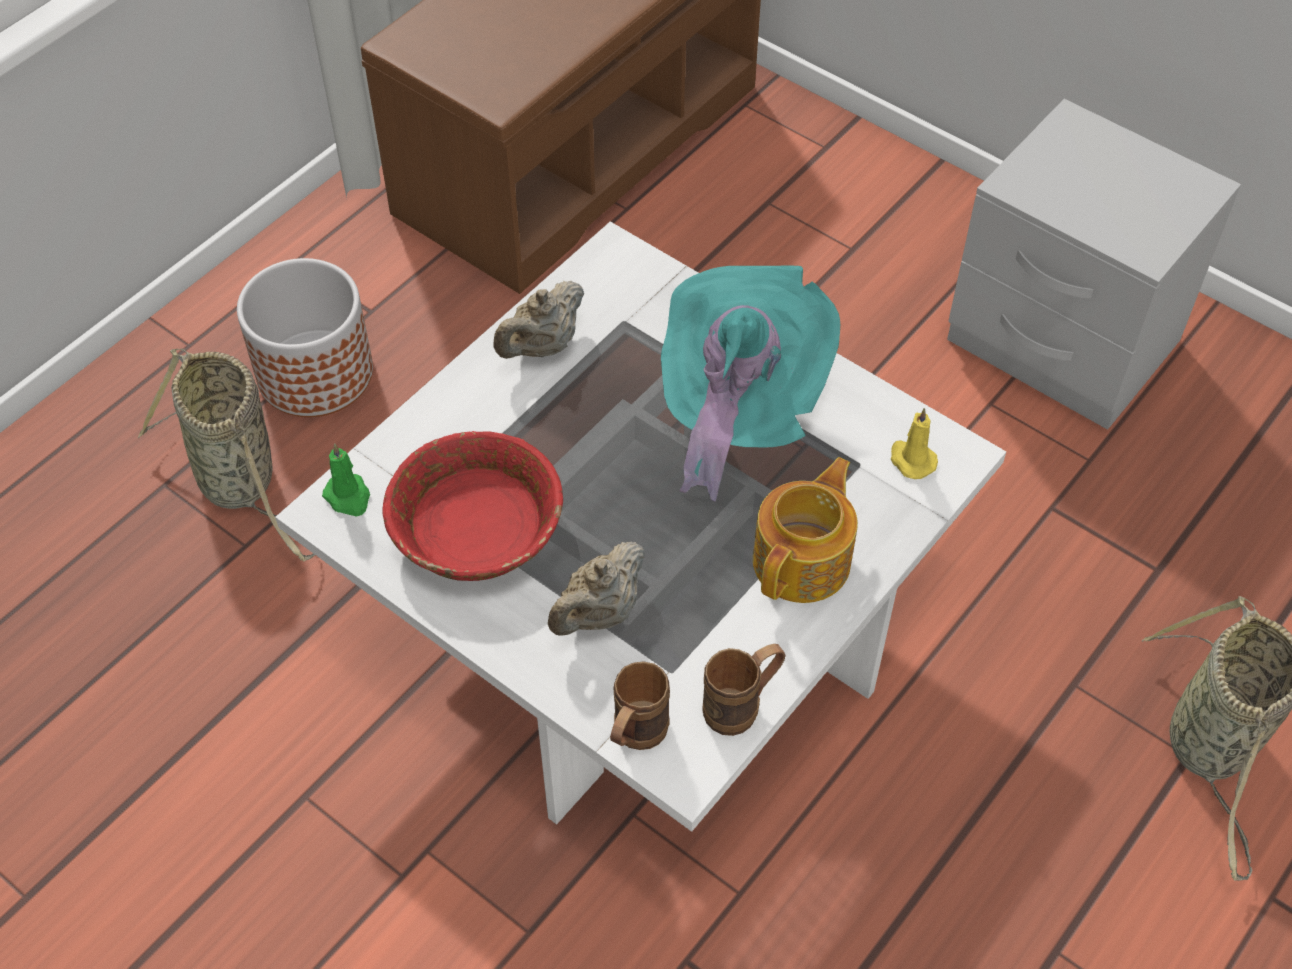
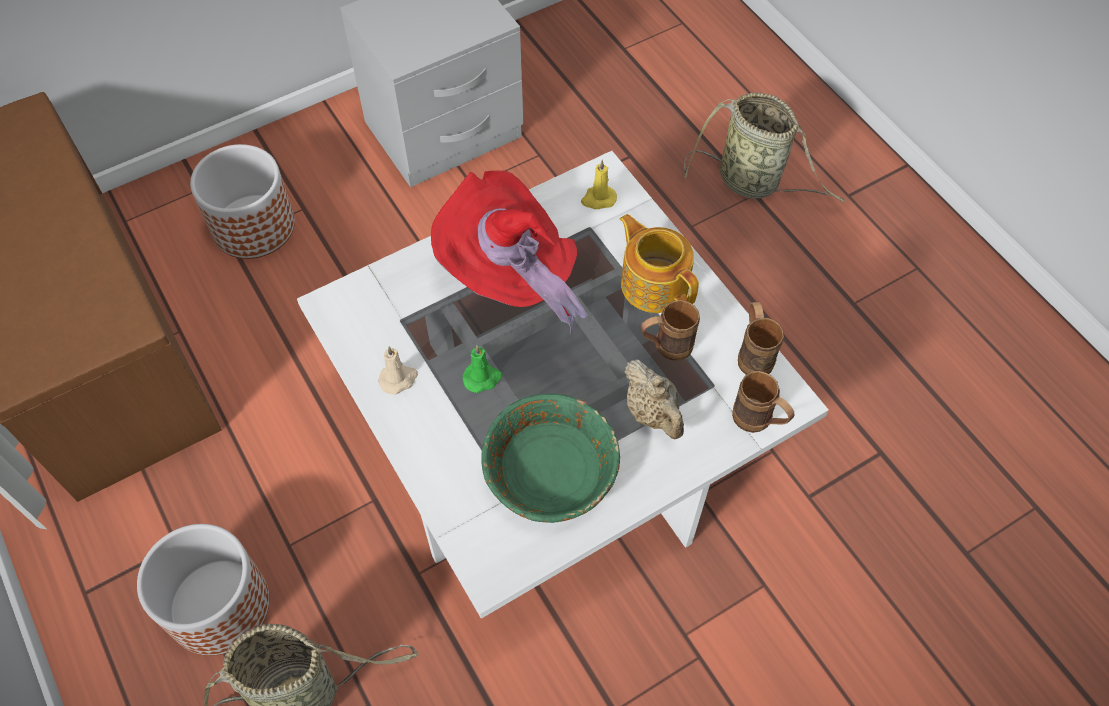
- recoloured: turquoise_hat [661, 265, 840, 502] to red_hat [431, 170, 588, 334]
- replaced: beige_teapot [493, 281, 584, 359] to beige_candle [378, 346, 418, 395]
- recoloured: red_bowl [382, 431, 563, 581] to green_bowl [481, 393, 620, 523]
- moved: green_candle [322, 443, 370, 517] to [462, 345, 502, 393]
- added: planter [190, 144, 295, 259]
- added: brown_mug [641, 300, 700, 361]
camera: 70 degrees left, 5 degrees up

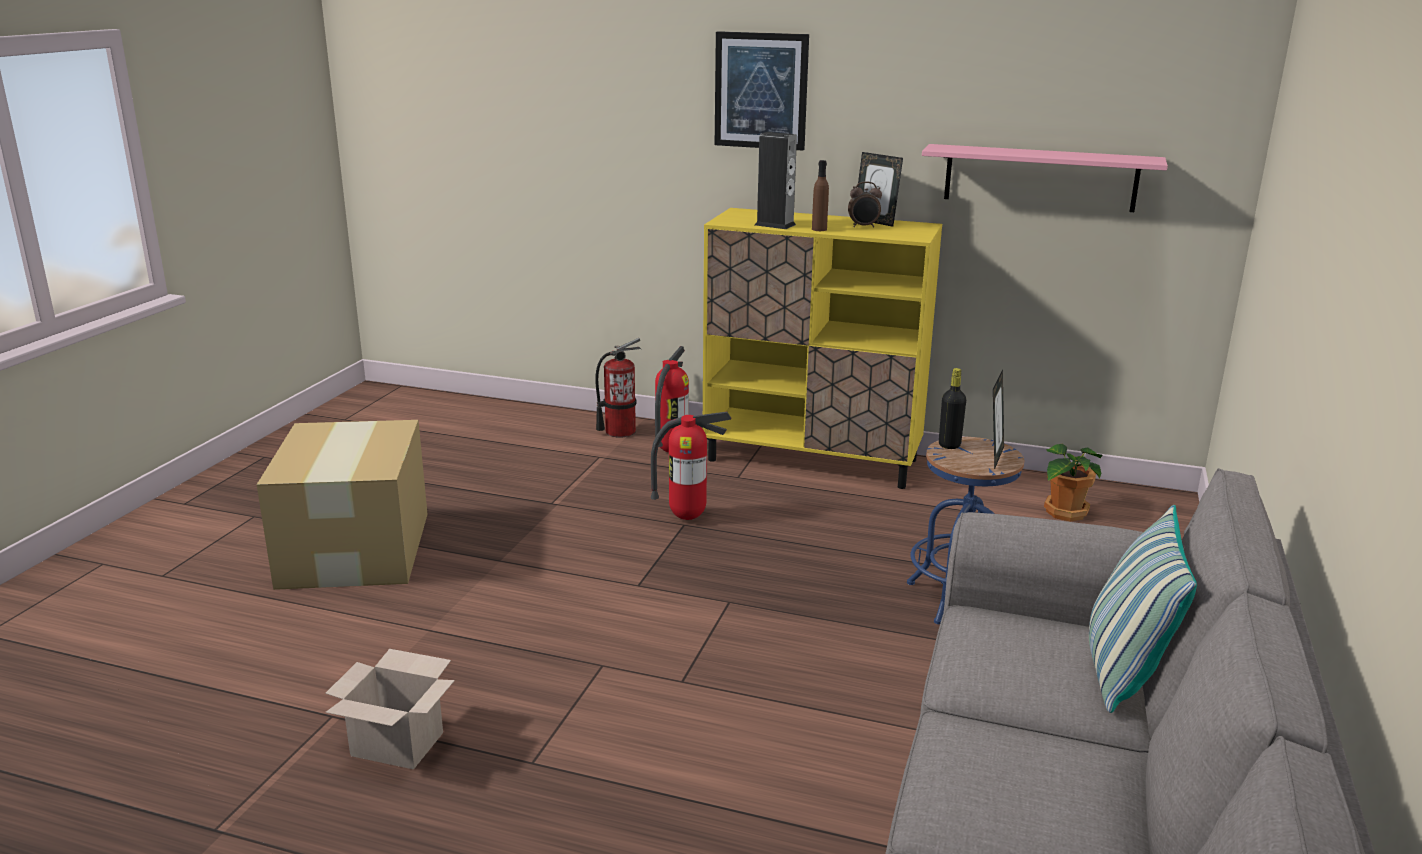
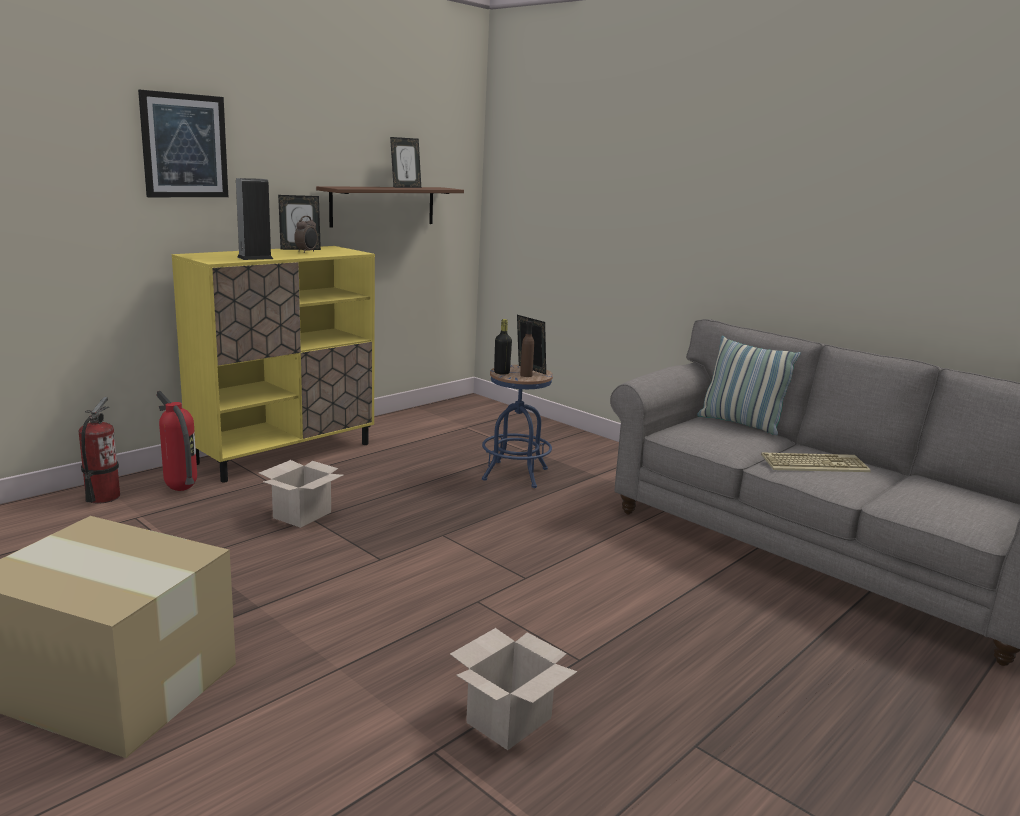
- recoloured: pink_shelf [922, 144, 1168, 212] to brown_shelf [316, 186, 464, 227]
- moved: brown_bottle [812, 160, 829, 231] to [520, 321, 534, 377]
- replaced: fire_extinguisher [651, 411, 731, 520] to cardboard_box [259, 460, 343, 528]
- removed: potted_plant [1044, 444, 1103, 521]
- added: picture_frame [390, 137, 421, 188]
- added: keyboard [761, 453, 871, 472]
camera: 65 degrees left, 5 degrees down

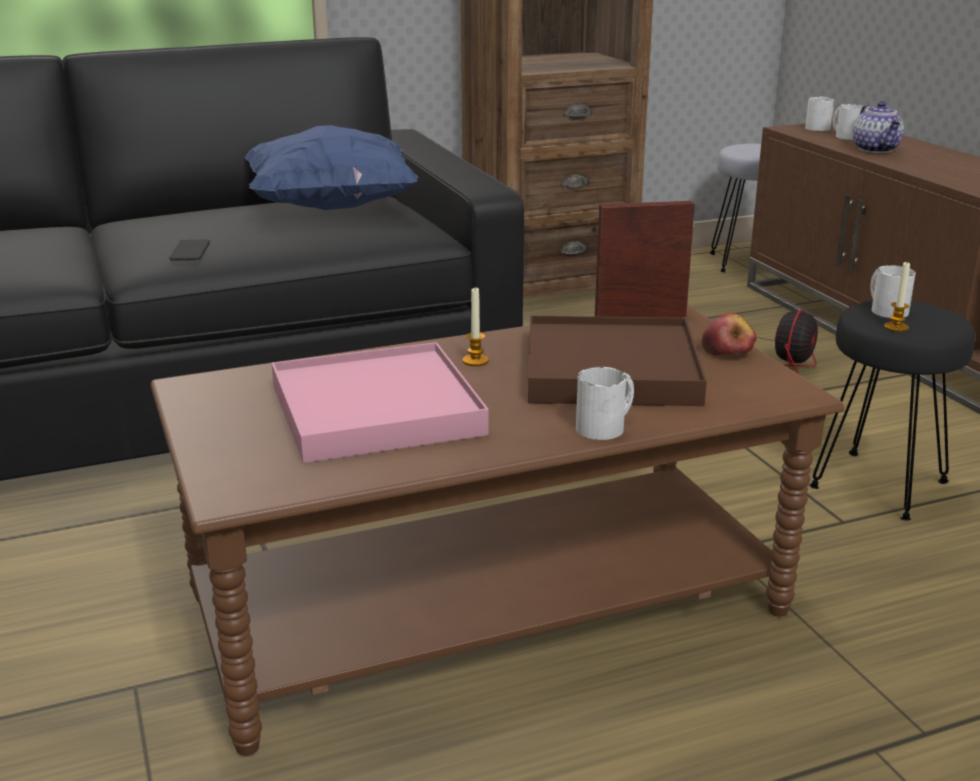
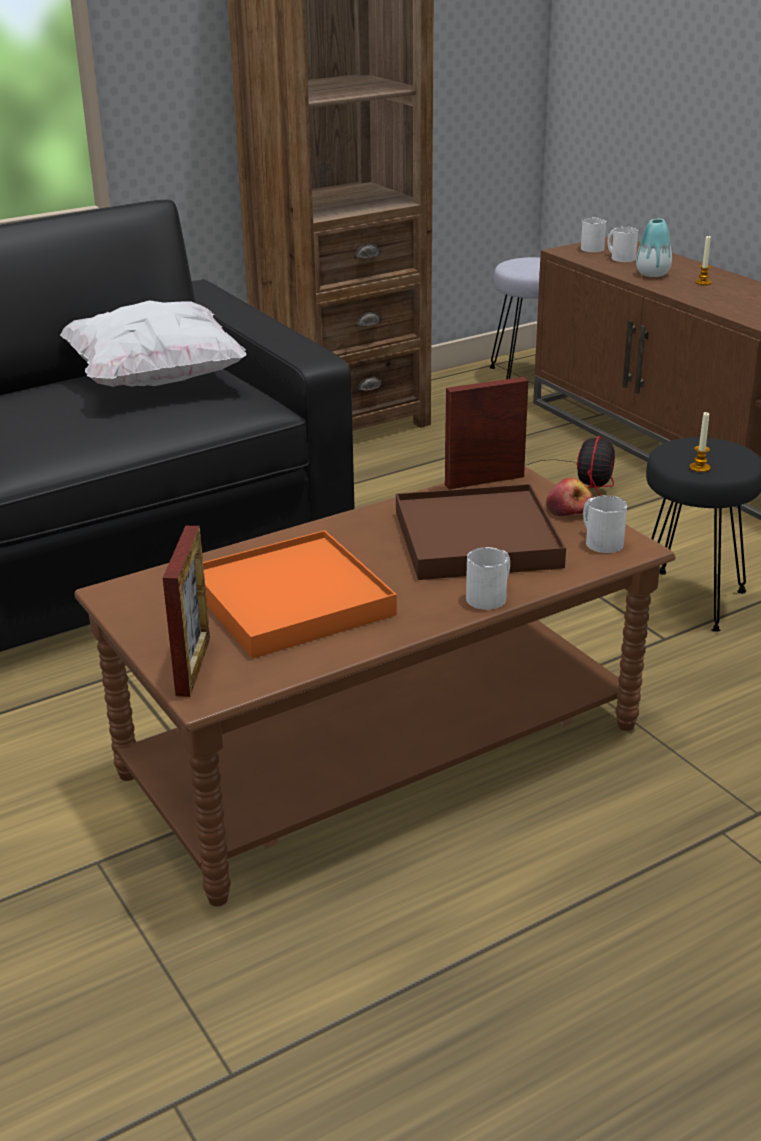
- replaced: teapot [852, 101, 904, 153] to vase [636, 219, 672, 277]
- recoloured: blue_pillow [244, 125, 418, 210] to white_pillow [60, 300, 246, 387]
- removed: phone [169, 240, 210, 261]
- moved: white_mug [870, 265, 916, 318] to [583, 495, 627, 553]
- moved: candle [462, 288, 489, 366] to [695, 235, 712, 285]
- recoloured: pink_tray [272, 342, 489, 463] to orange_tray [203, 530, 397, 659]
- added: picture_frame [163, 526, 210, 697]
camera: 10 degrees left, 5 degrees up

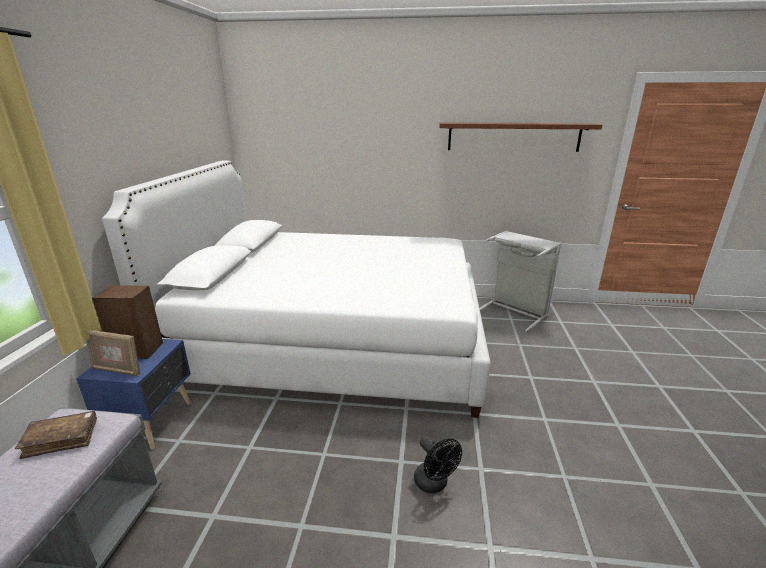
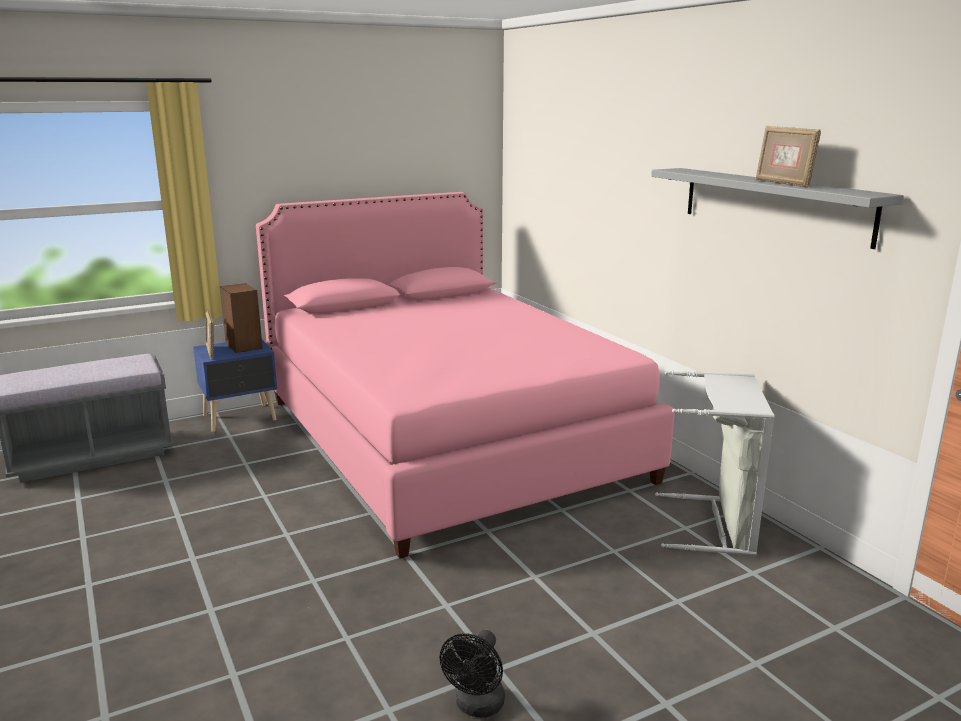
- recoloured: brown_shelf [439, 122, 602, 152] to grey_shelf [651, 168, 904, 249]
- recoloured: white_bed [102, 160, 491, 418] to pink_bed [256, 192, 675, 559]
- removed: brown_book [15, 411, 97, 459]
- moved: black_fan [414, 435, 462, 493] to [440, 630, 505, 718]
- added: picture_frame [756, 126, 821, 187]
camera: 55 degrees right, 5 degrees down

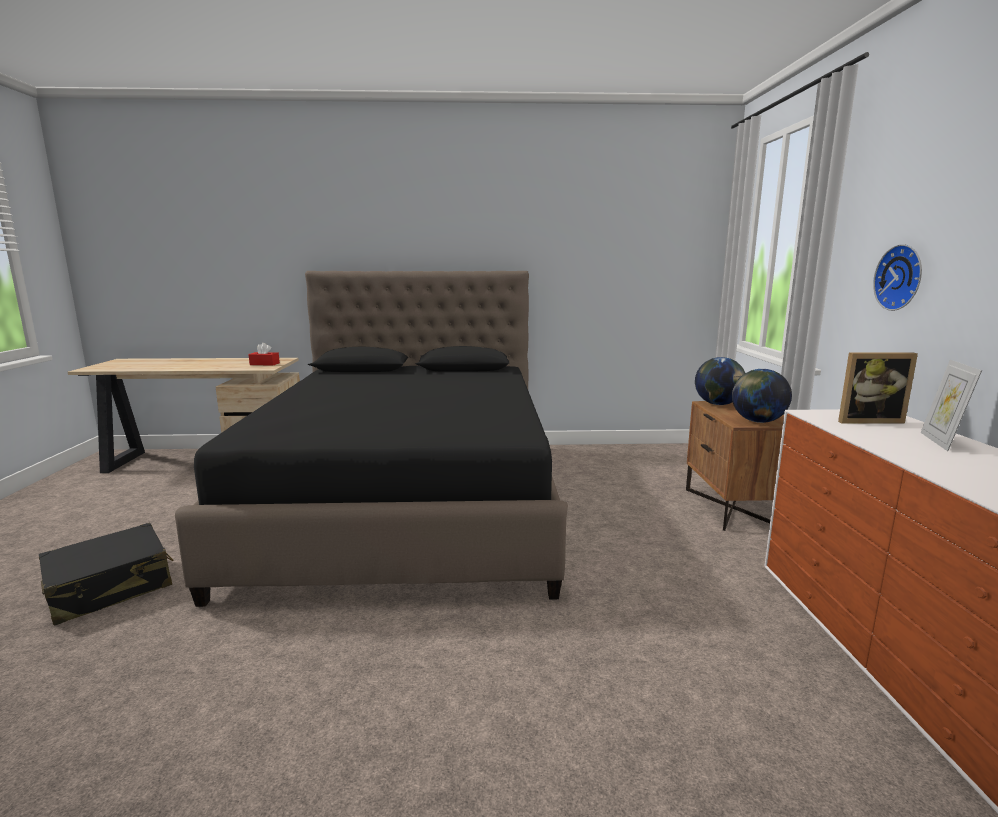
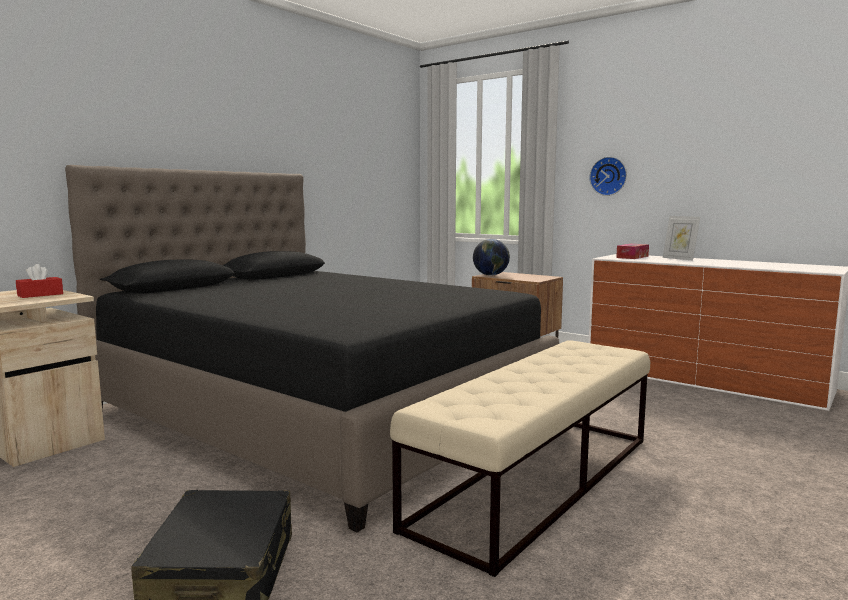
- replaced: picture_frame [838, 353, 918, 424] to tissue_box [616, 244, 649, 259]
- removed: globe [732, 369, 792, 423]
- added: beige_bench [390, 340, 650, 577]
camera: 50 degrees left, 5 degrees down

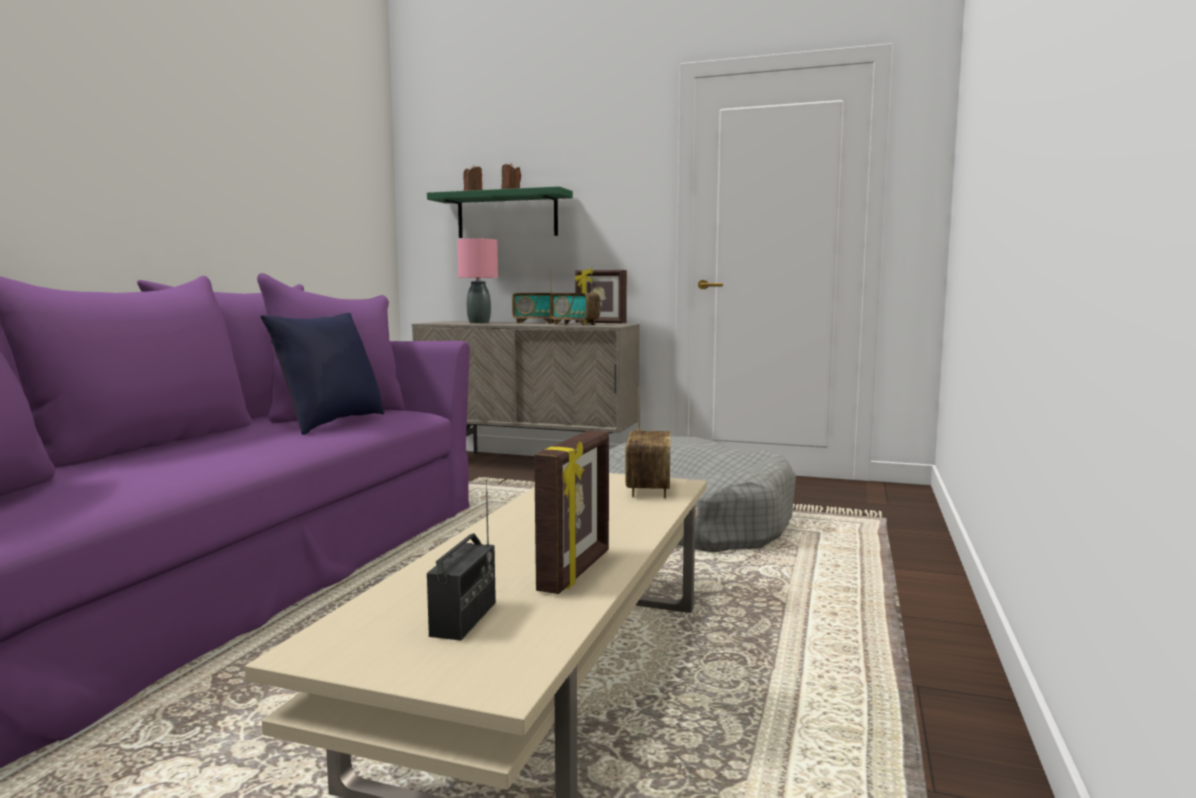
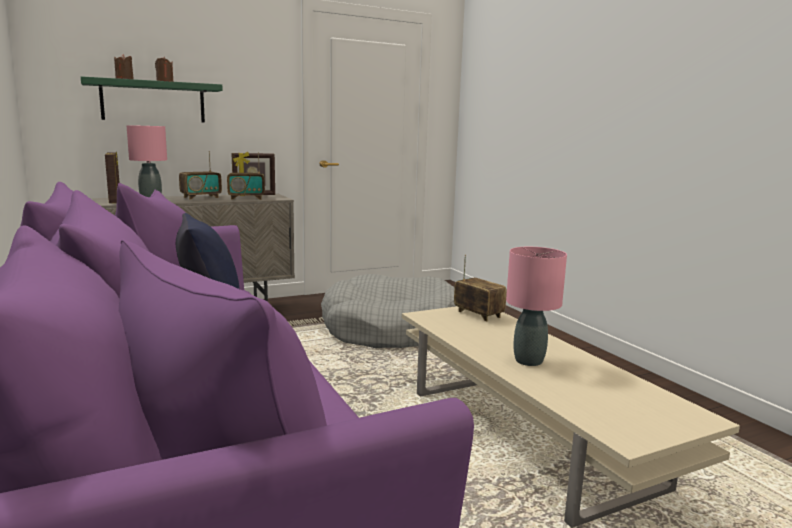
- moved: picture_frame [534, 430, 609, 594] to [105, 152, 119, 203]
- removed: radio [427, 479, 496, 640]
- added: pink_table_lamp [506, 247, 567, 366]
camera: 45 degrees left, 5 degrees up

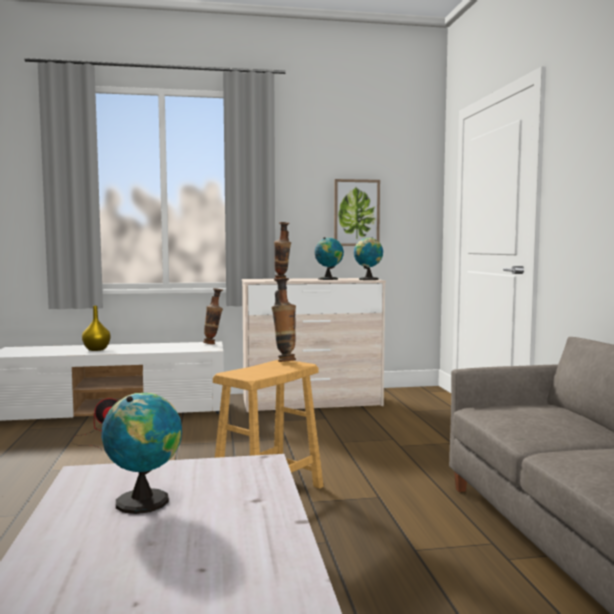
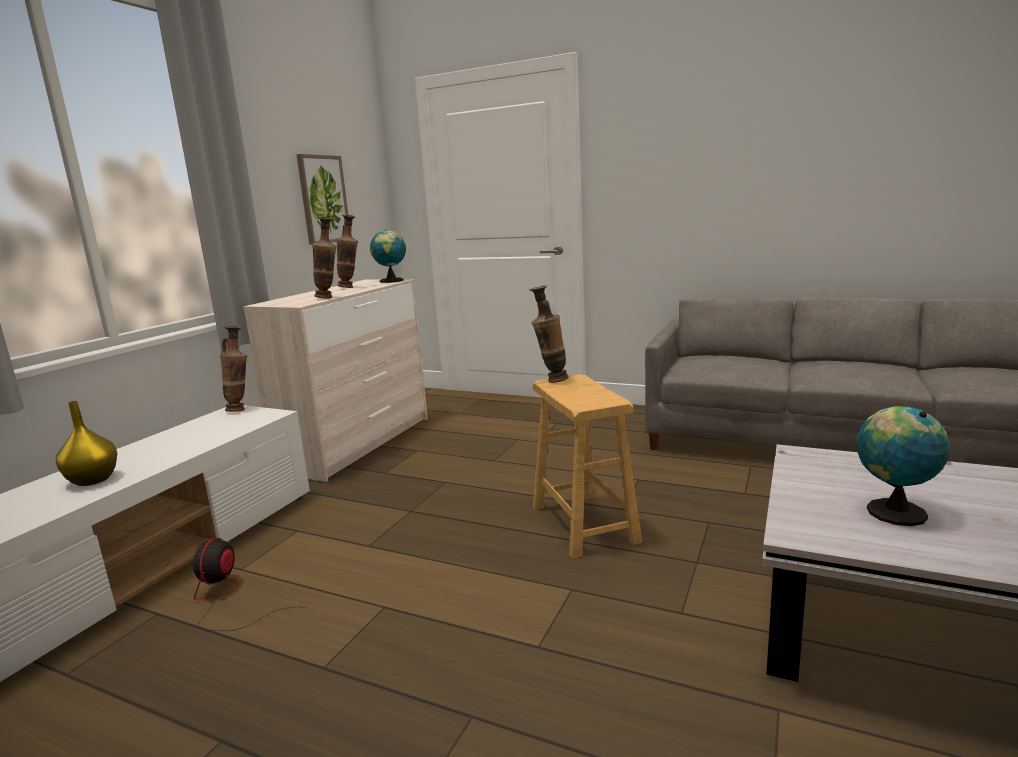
- replaced: globe [315, 237, 344, 280] to vase [336, 215, 358, 288]
camera: 55 degrees left, 10 degrees up

